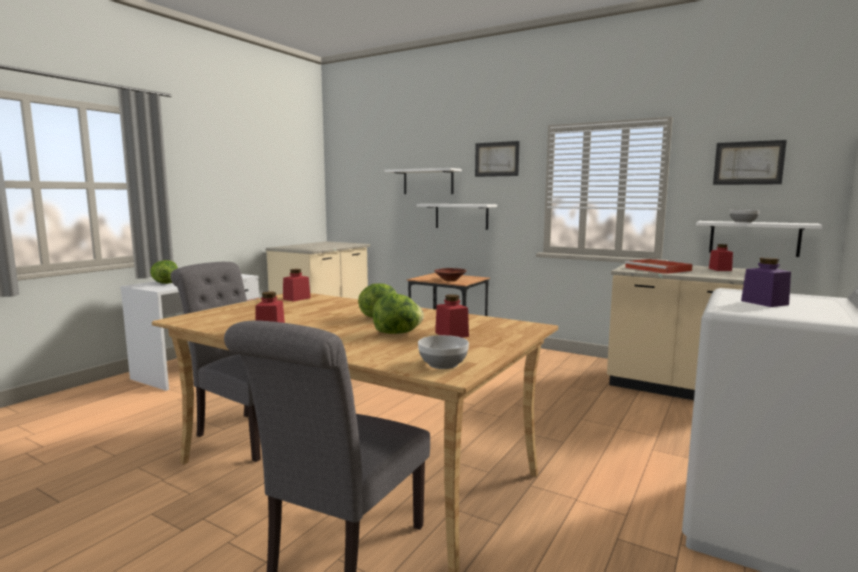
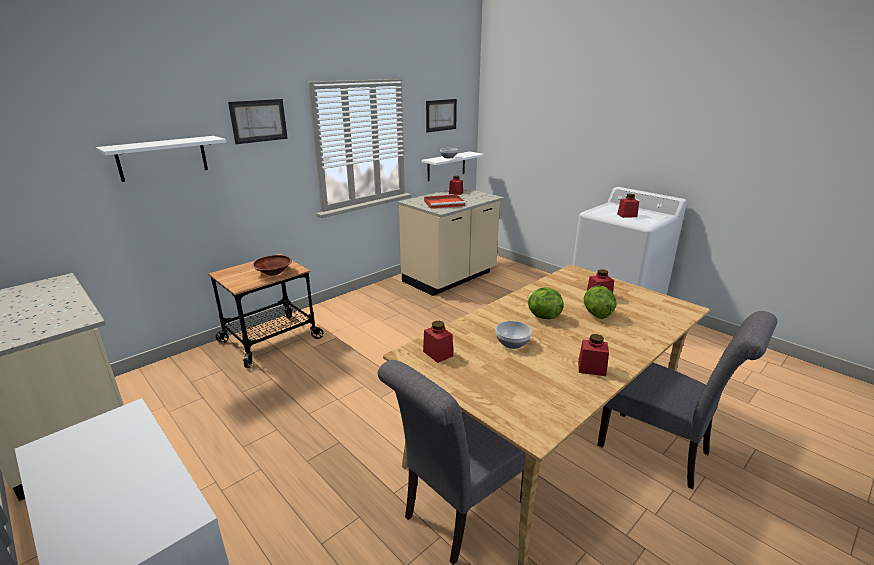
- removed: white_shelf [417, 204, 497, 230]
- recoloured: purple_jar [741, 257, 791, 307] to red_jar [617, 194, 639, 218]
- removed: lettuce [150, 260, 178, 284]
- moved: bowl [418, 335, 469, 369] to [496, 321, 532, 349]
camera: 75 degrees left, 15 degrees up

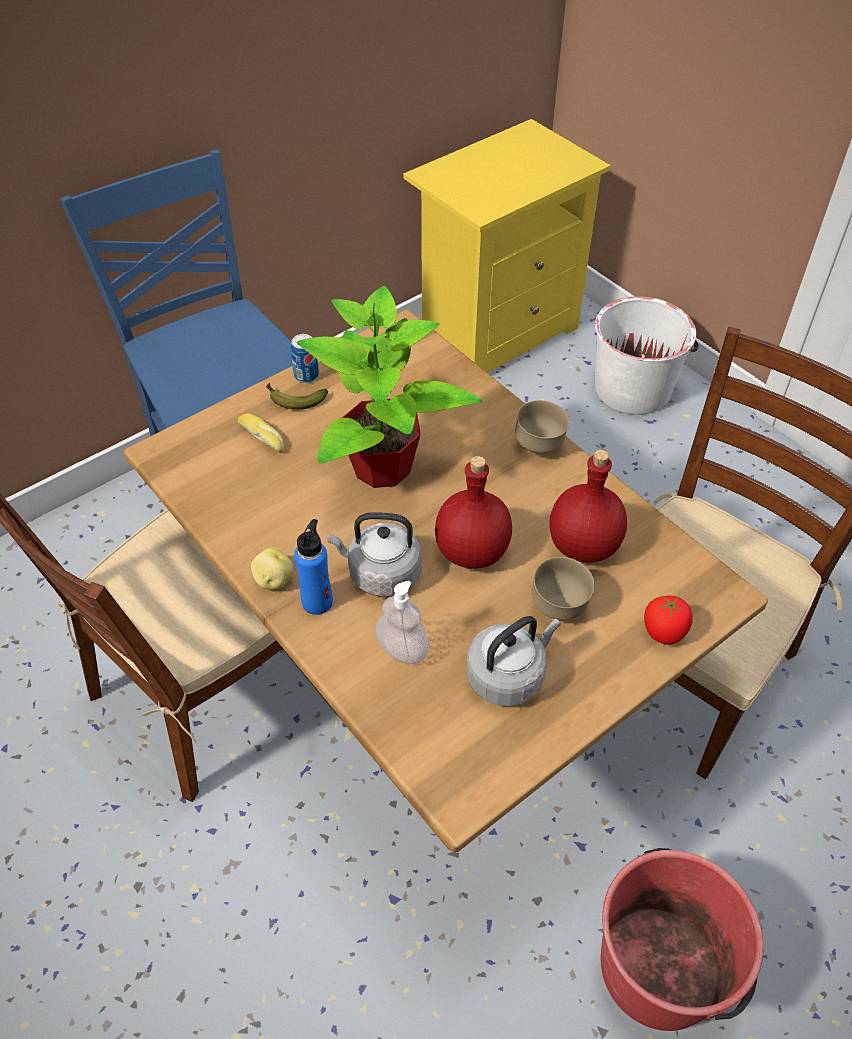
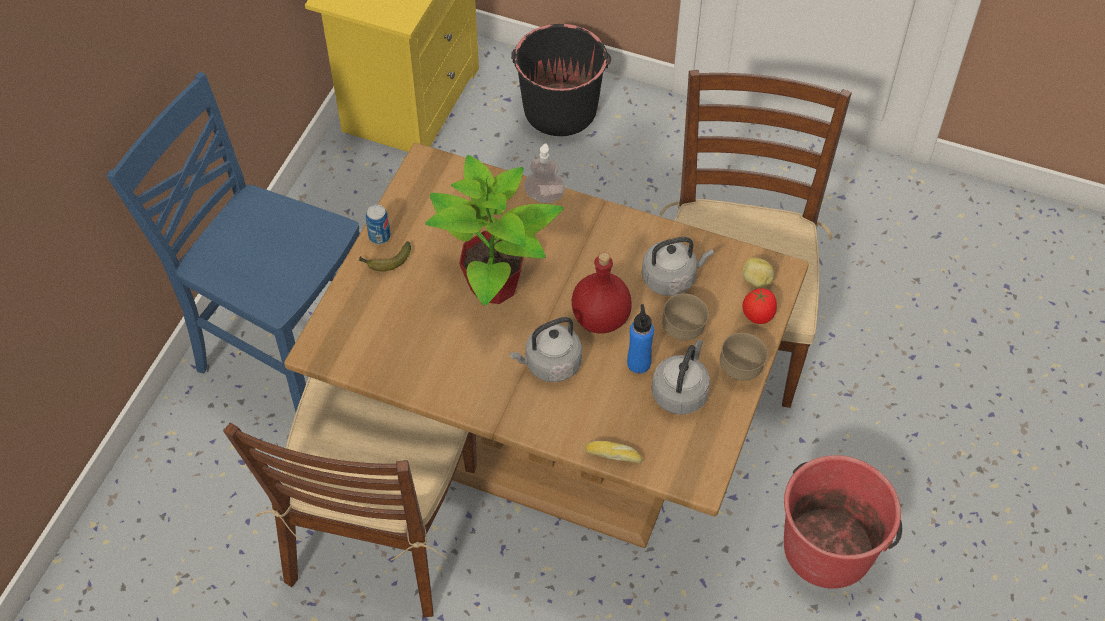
- recoloured: white_bucket [595, 296, 699, 415] to black_bucket [511, 24, 611, 136]
- moved: brown_bowl [515, 400, 570, 454] to [720, 333, 768, 381]
- moved: bread [238, 414, 284, 453] to [584, 441, 643, 463]
- replaced: red_bottle [549, 449, 627, 563] to grey_kettle [642, 237, 714, 296]
- moved: blue_bottle [294, 519, 333, 615] to [627, 304, 654, 374]
- moved: potato [251, 547, 293, 590] to [742, 257, 774, 288]
- moved: soap_dispenser [376, 581, 430, 664] to [524, 143, 565, 203]
camera: 30 degrees left, 5 degrees up

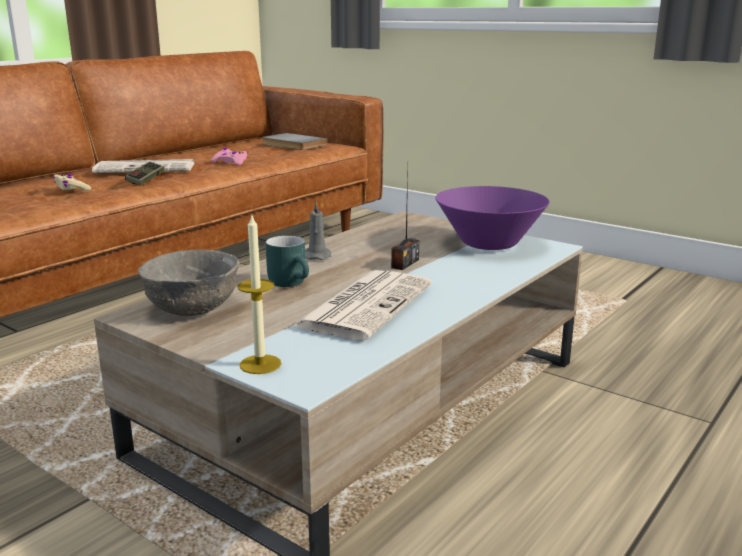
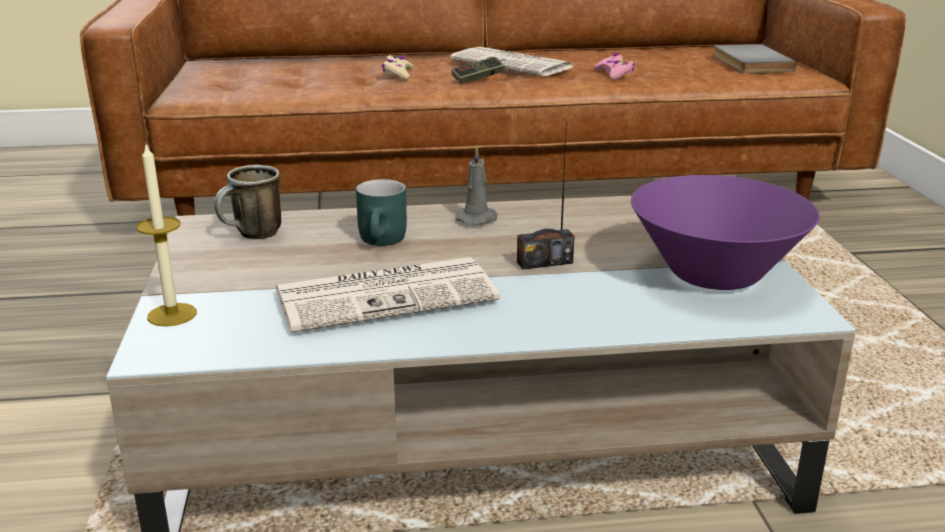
- replaced: grey_bowl [138, 249, 240, 316] to mug [214, 165, 281, 239]
camera: 45 degrees right, 5 degrees up

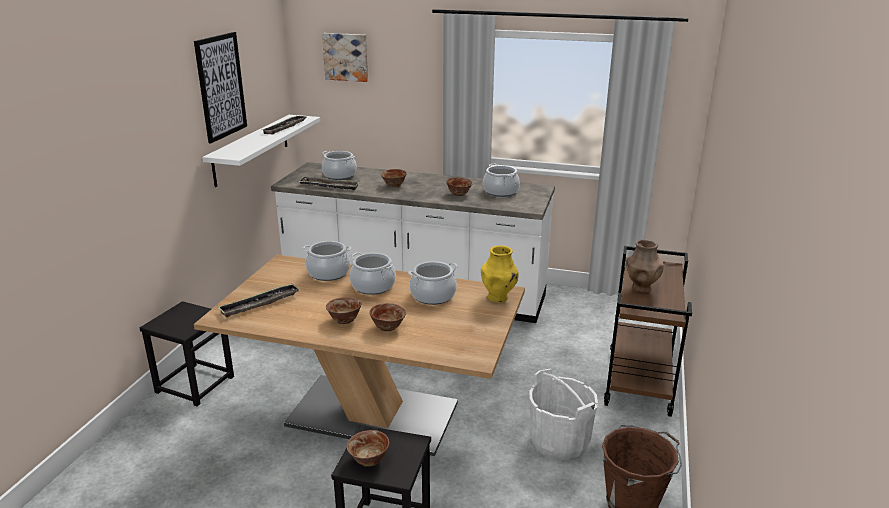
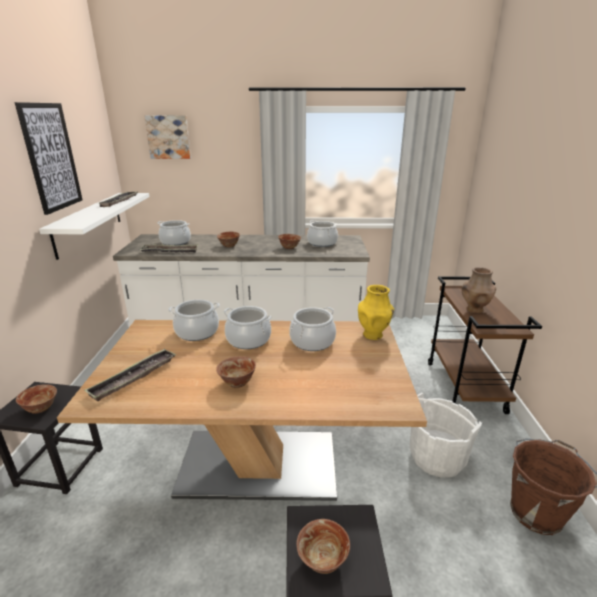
- moved: bowl [369, 303, 406, 331] to [16, 384, 57, 414]
camera: 15 degrees left, 0 degrees up

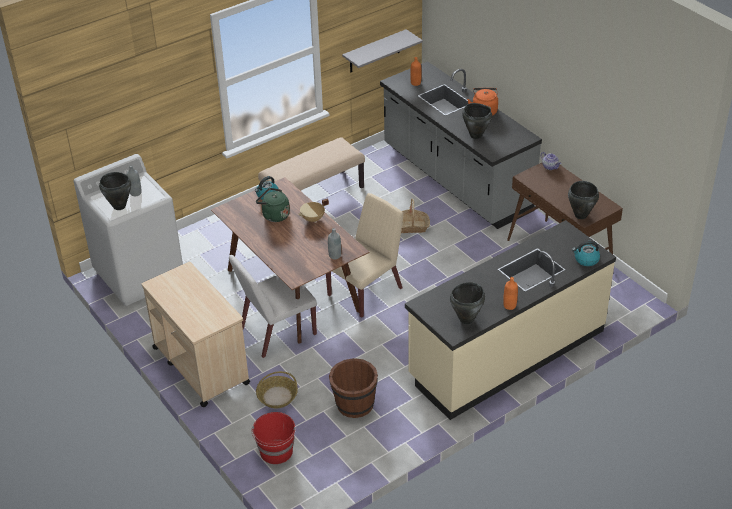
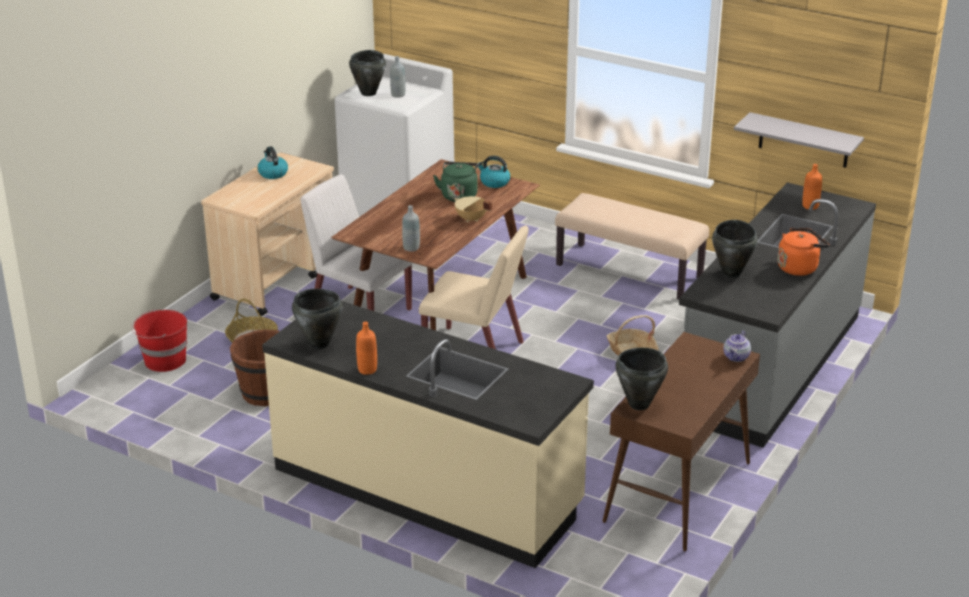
- moved: kettle [572, 241, 600, 266] to [257, 146, 288, 179]
camera: 65 degrees right, 10 degrees down

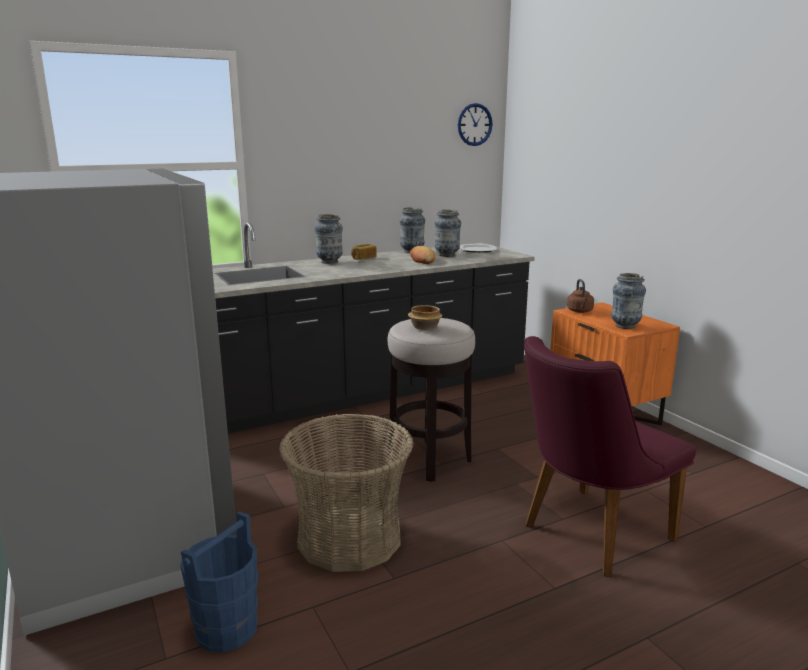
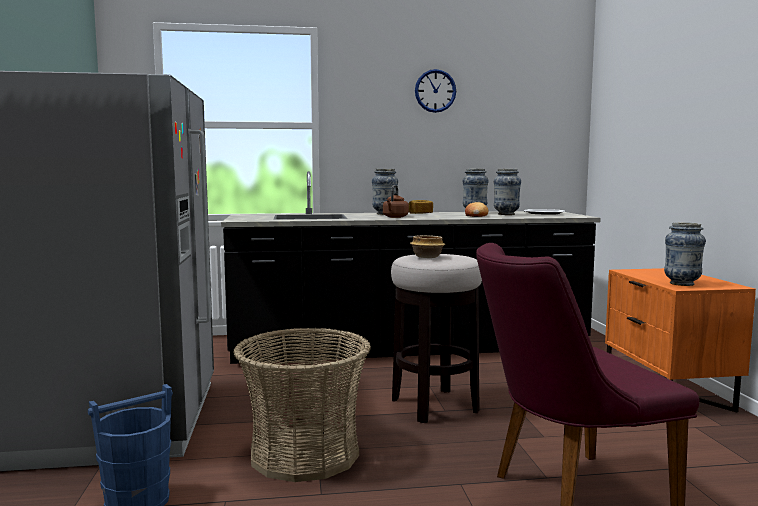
- moved: wall_clock [458, 103, 492, 146] to [415, 69, 456, 113]
- moved: brown_kettle [567, 279, 594, 313] to [383, 185, 409, 218]
camera: 20 degrees right, 10 degrees down

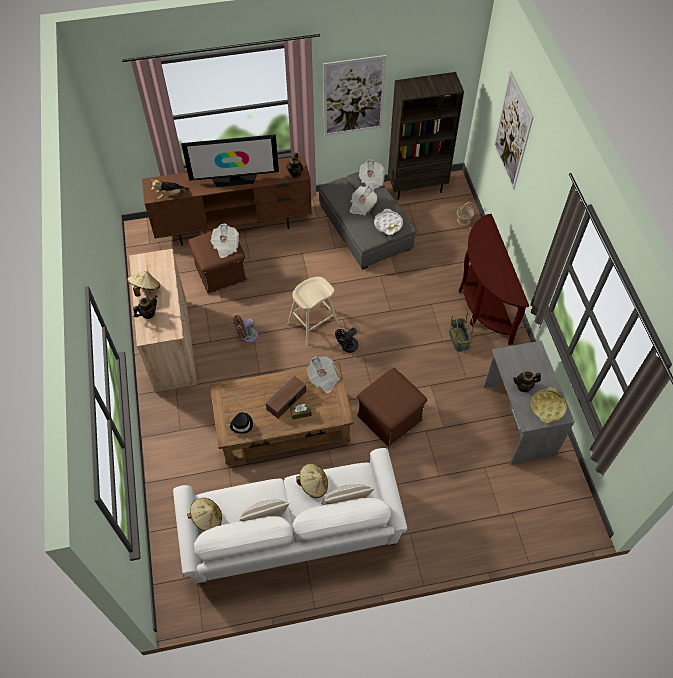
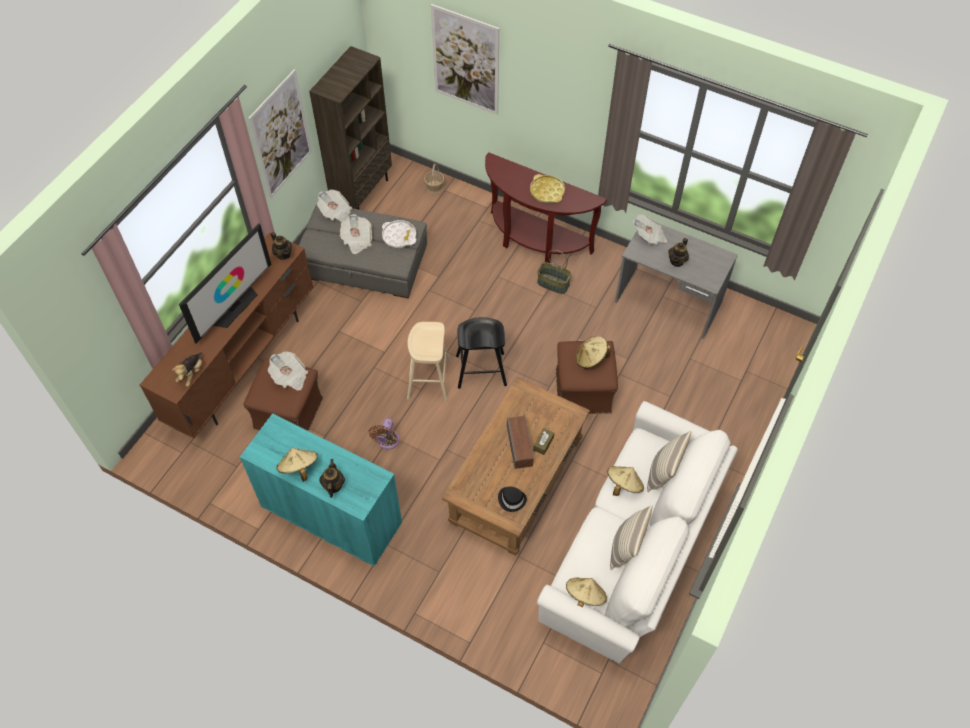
- recoloured: beige_cabinet [129, 249, 197, 393] to turquoise_cabinet [240, 413, 402, 566]
- replaced: black_fan [335, 328, 359, 353] to black_stool [456, 317, 507, 389]
- moved: newspaper [307, 356, 340, 393] to [633, 214, 667, 244]
- moved: yellow_tray [531, 387, 567, 423] to [530, 174, 565, 203]
- added: beige_hat [576, 336, 611, 368]
camera: 50 degrees left, 0 degrees up

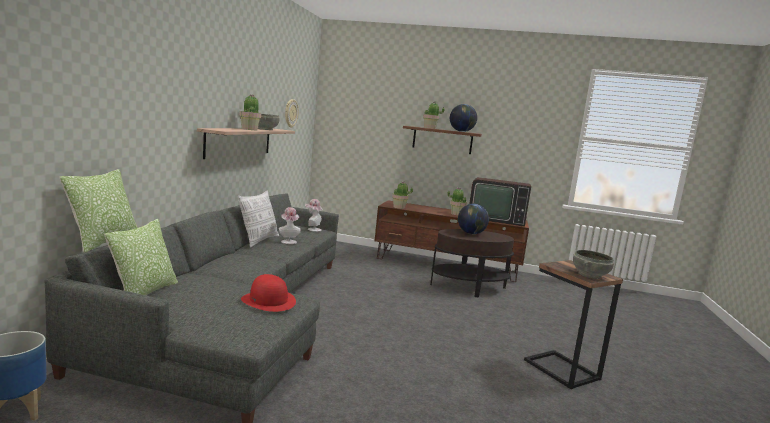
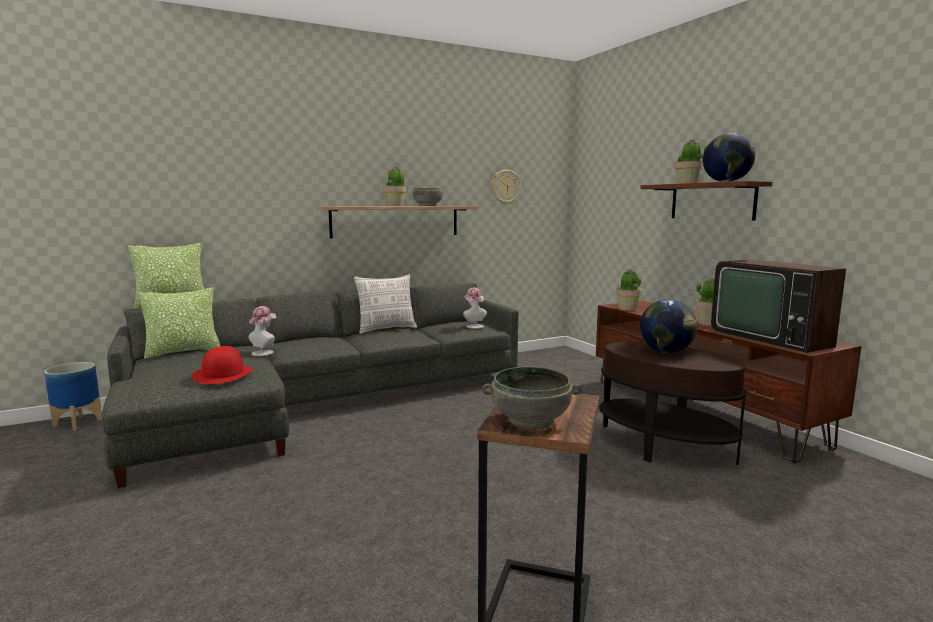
- moved: hat [279, 207, 301, 244] to [249, 306, 277, 356]
camera: 50 degrees right, 0 degrees up

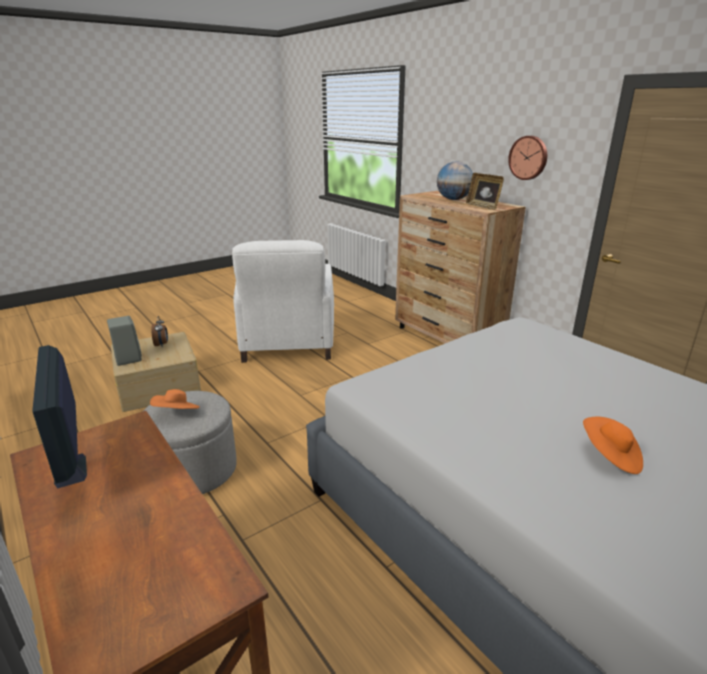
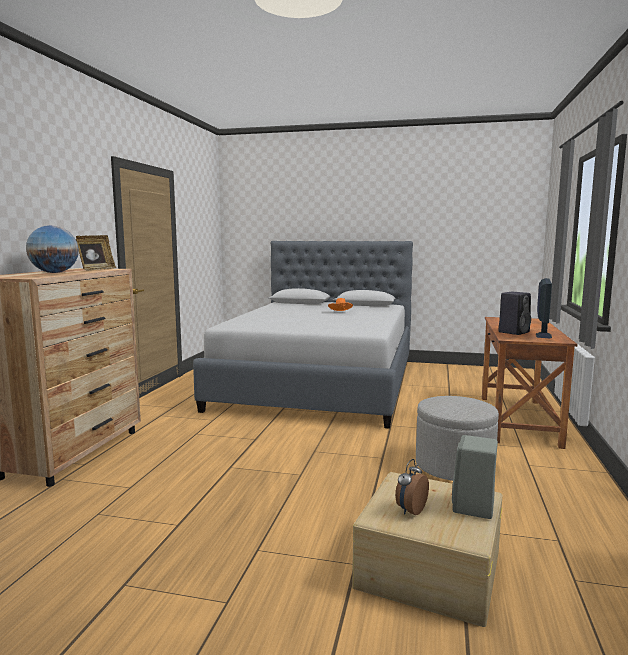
- removed: wall_clock [508, 136, 547, 180]
- removed: white_armchair [232, 240, 334, 363]
- removed: orange_hat [150, 389, 200, 409]
- added: black_speaker [498, 292, 531, 335]
camera: 130 degrees left, 15 degrees down

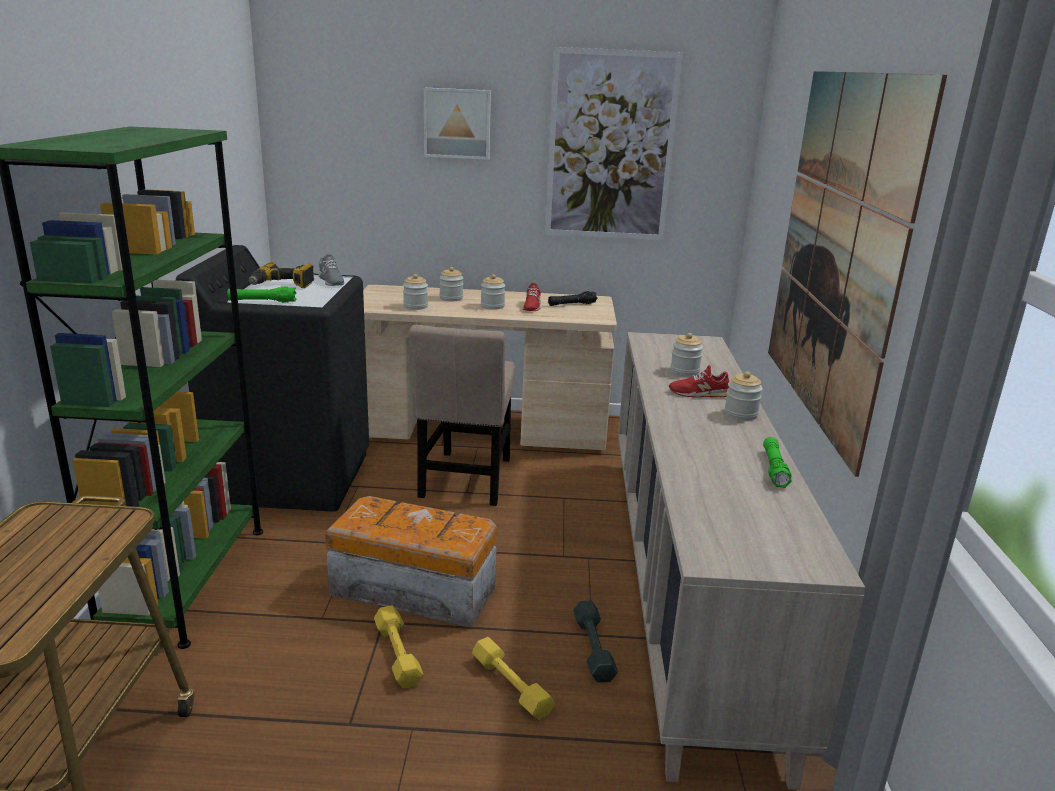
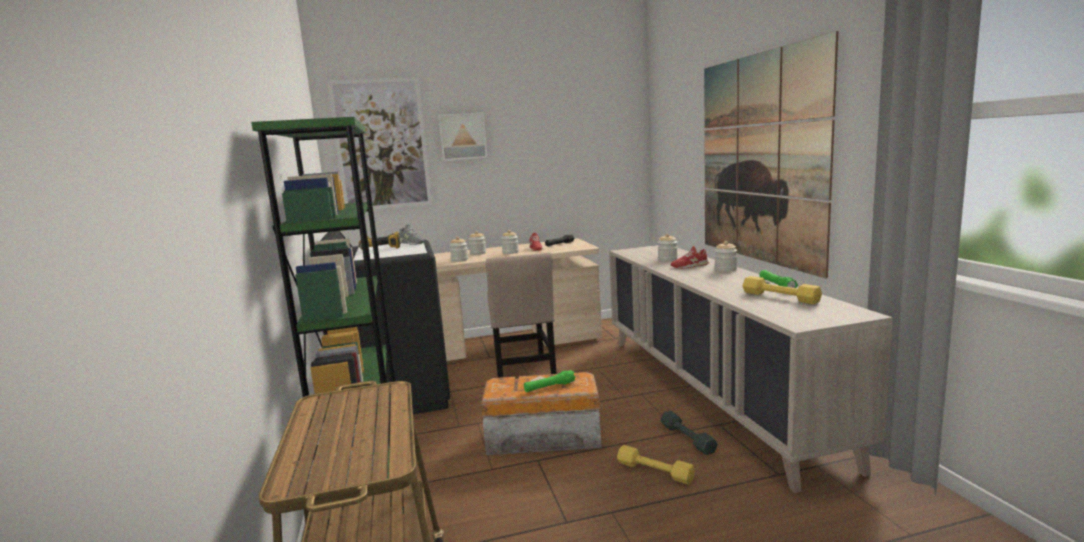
- moved: picture [545, 47, 683, 240] to [327, 77, 432, 210]
- moved: green_flashlight [227, 286, 296, 303] to [524, 370, 576, 392]
- moved: yellow_dumbbell [374, 605, 423, 688] to [743, 276, 822, 304]
camera: 15 degrees left, 10 degrees down

